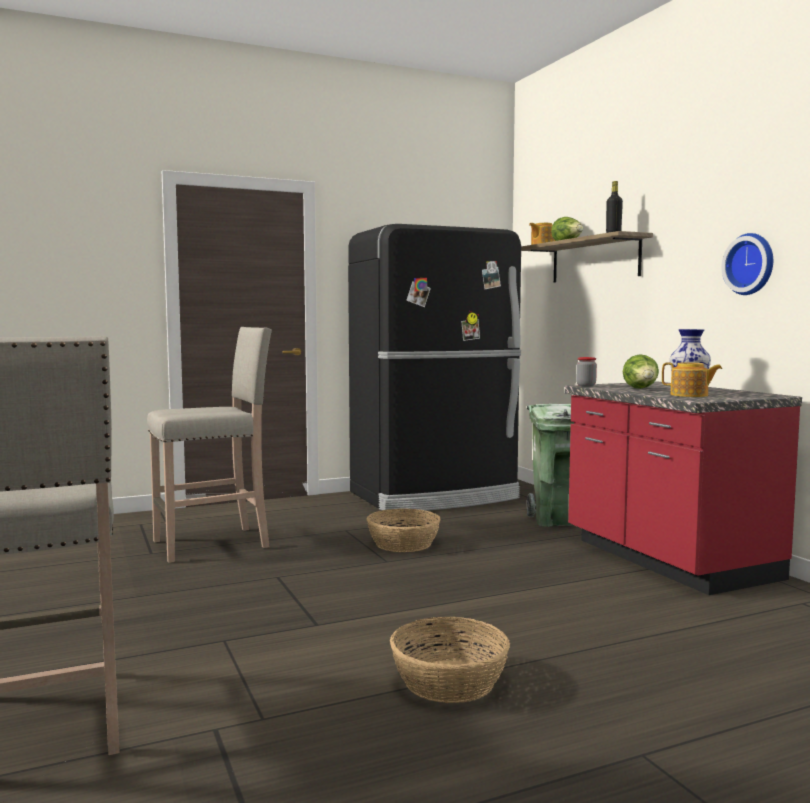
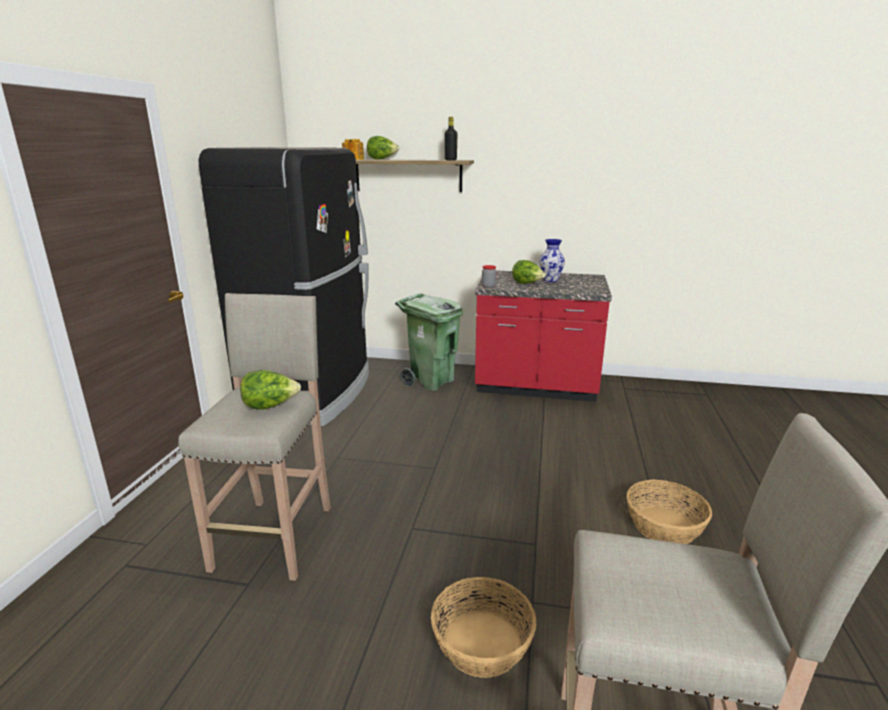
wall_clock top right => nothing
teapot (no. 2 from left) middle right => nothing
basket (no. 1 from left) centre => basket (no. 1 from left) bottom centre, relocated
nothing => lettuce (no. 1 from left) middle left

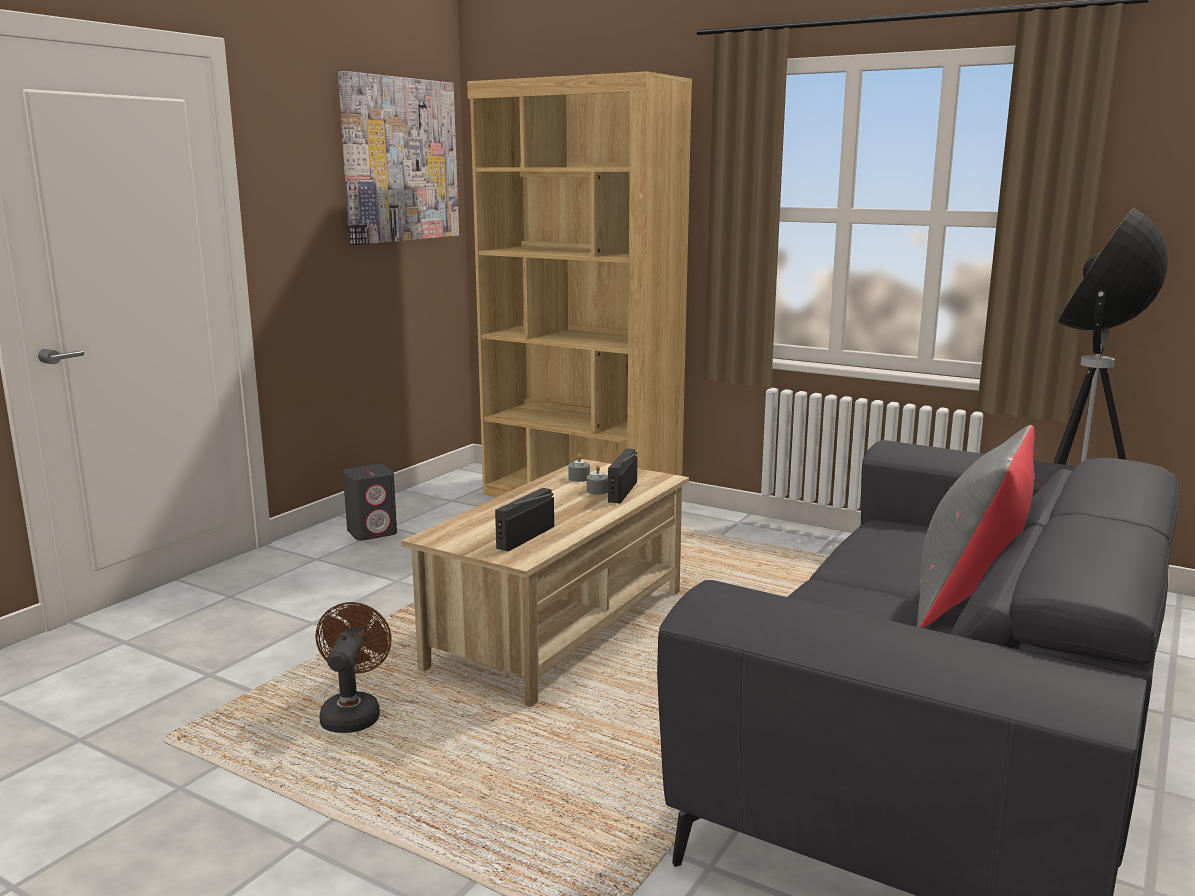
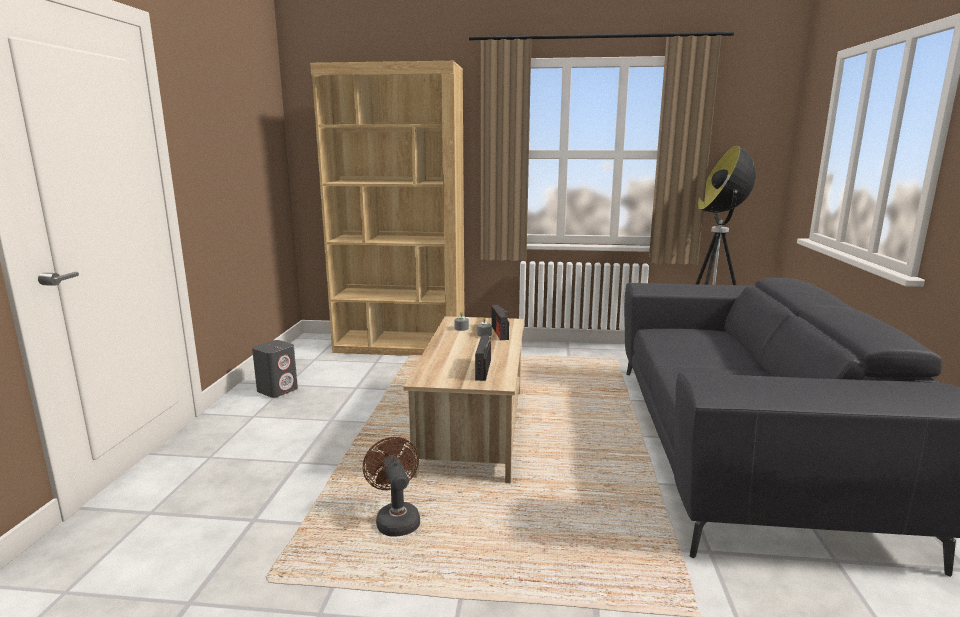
picture top left => nothing
grey_pillow middle right => nothing

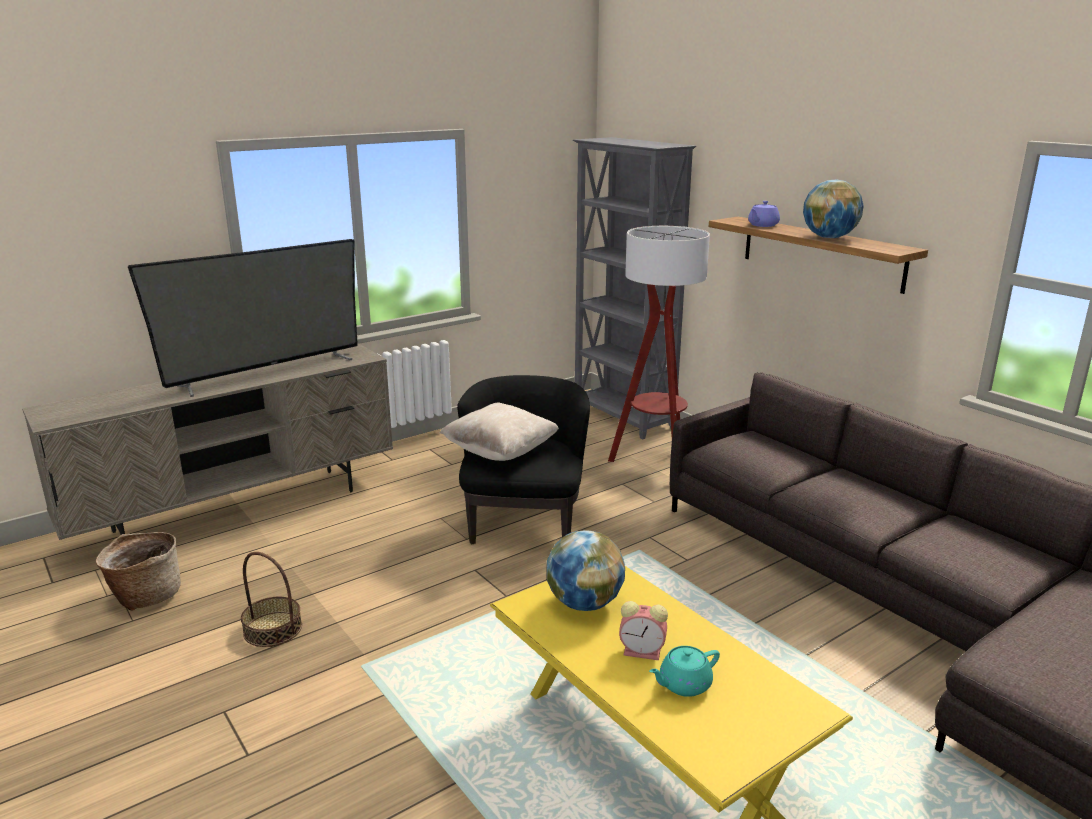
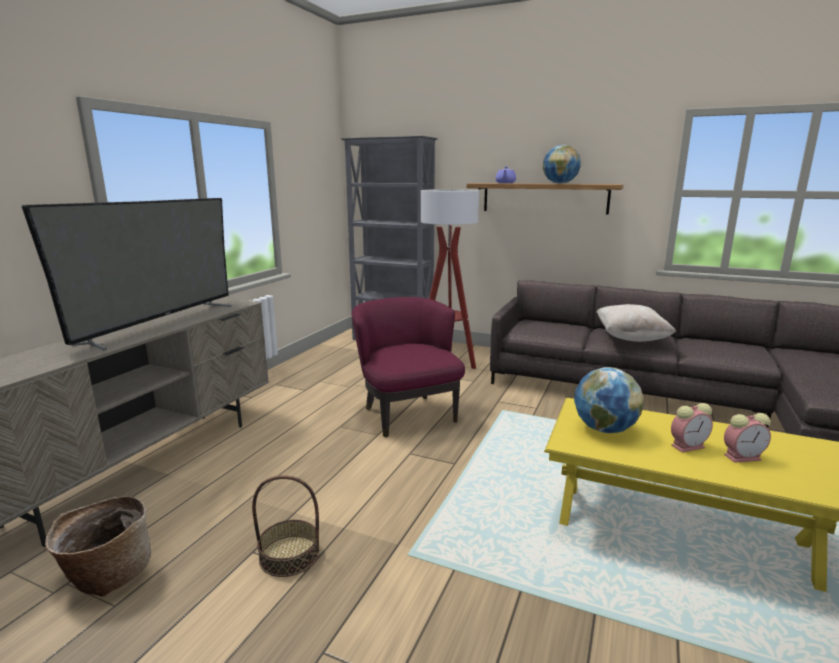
black_armchair centre => purple_armchair centre
beige_pillow centre => beige_pillow middle right, relocated
turquoise_teapot bottom centre => alarm_clock (no. 2 from left) middle right

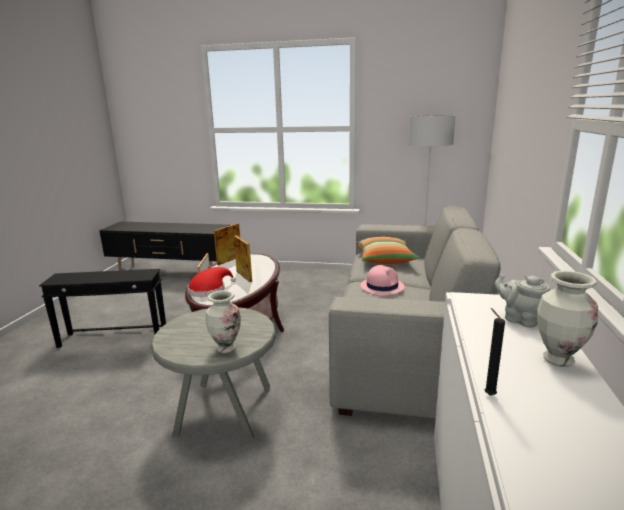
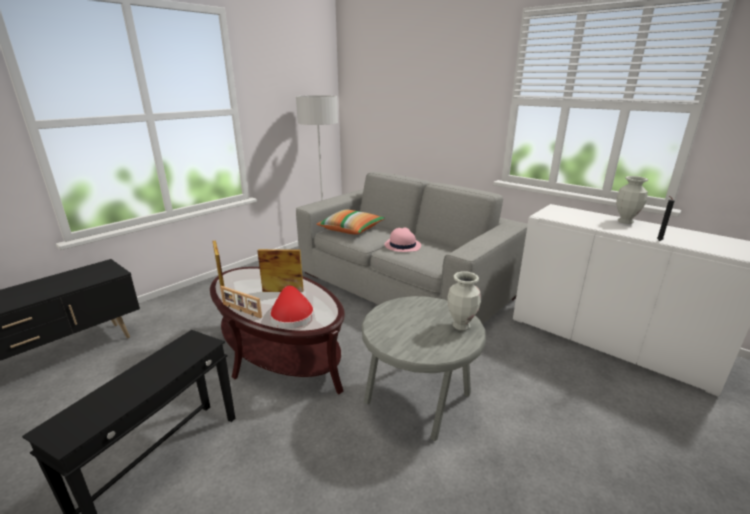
grey_teapot middle right => nothing

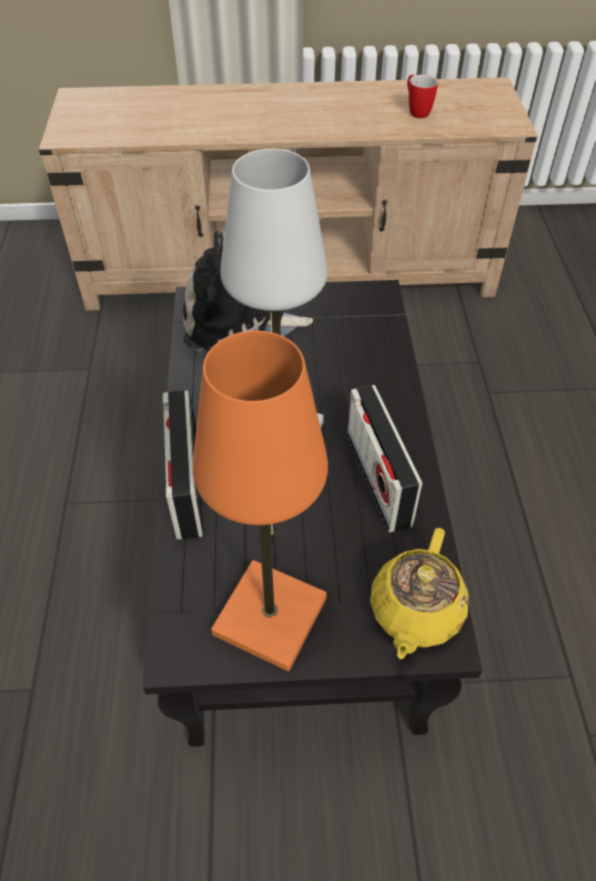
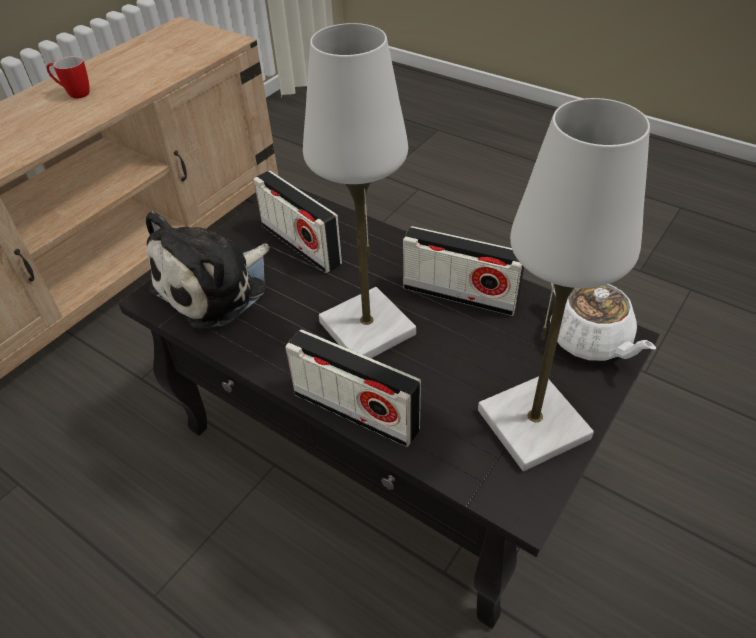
mug top right => mug top left, relocated
orange_table_lamp centre => white_table_lamp (no. 2 from left) middle right
yellow_teapot bottom right => white_teapot middle right
nothing => radio (no. 1 from left) centre

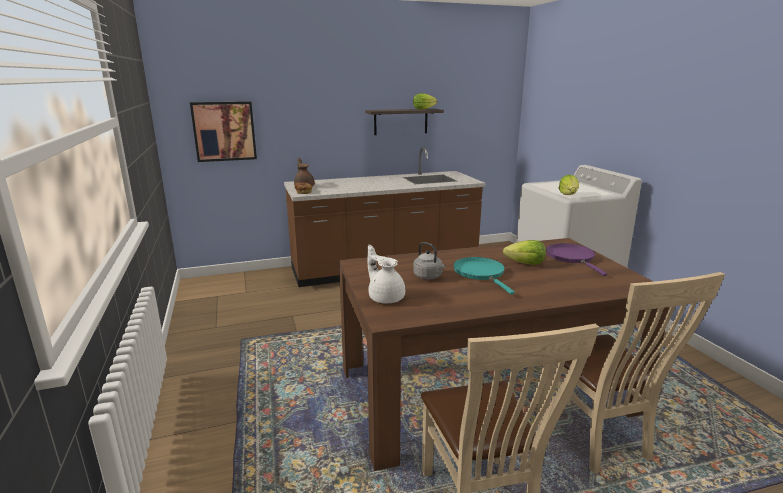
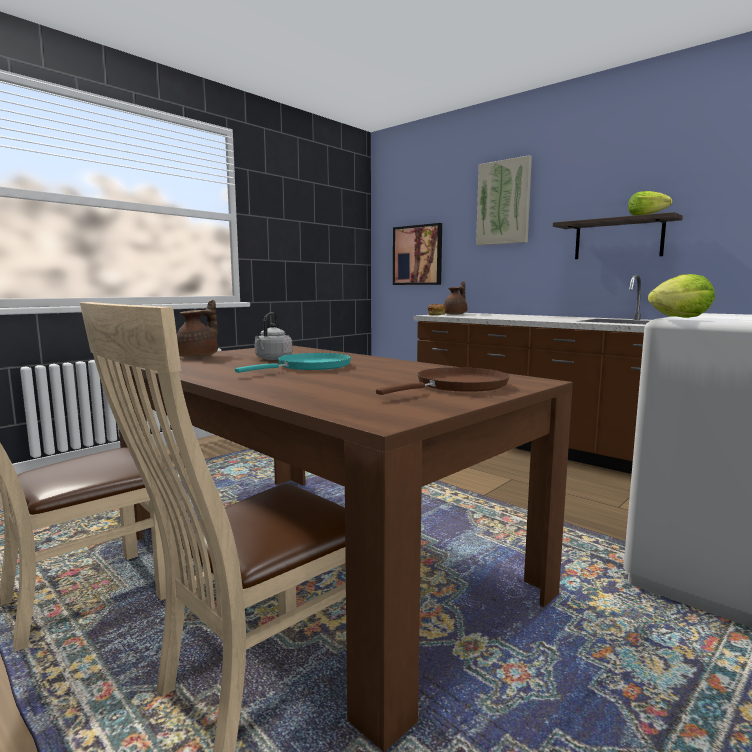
lettuce (no. 2 from left) middle right => nothing
purple_frying_pan middle right => brown_frying_pan centre
white_teapot centre => brown_teapot (no. 1 from left) middle left
nothing => picture (no. 2 from left) top right

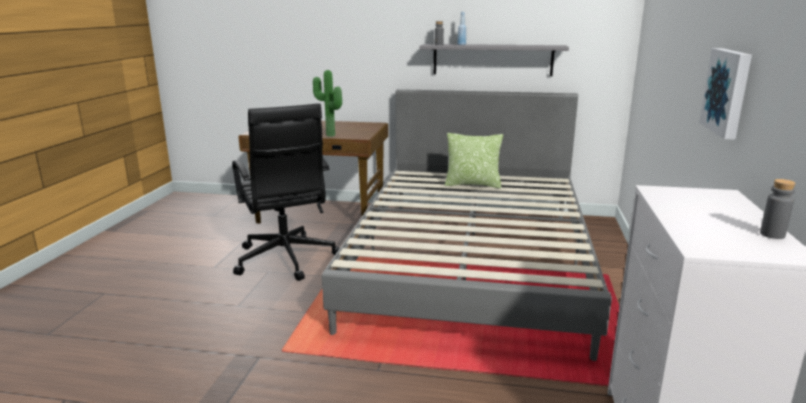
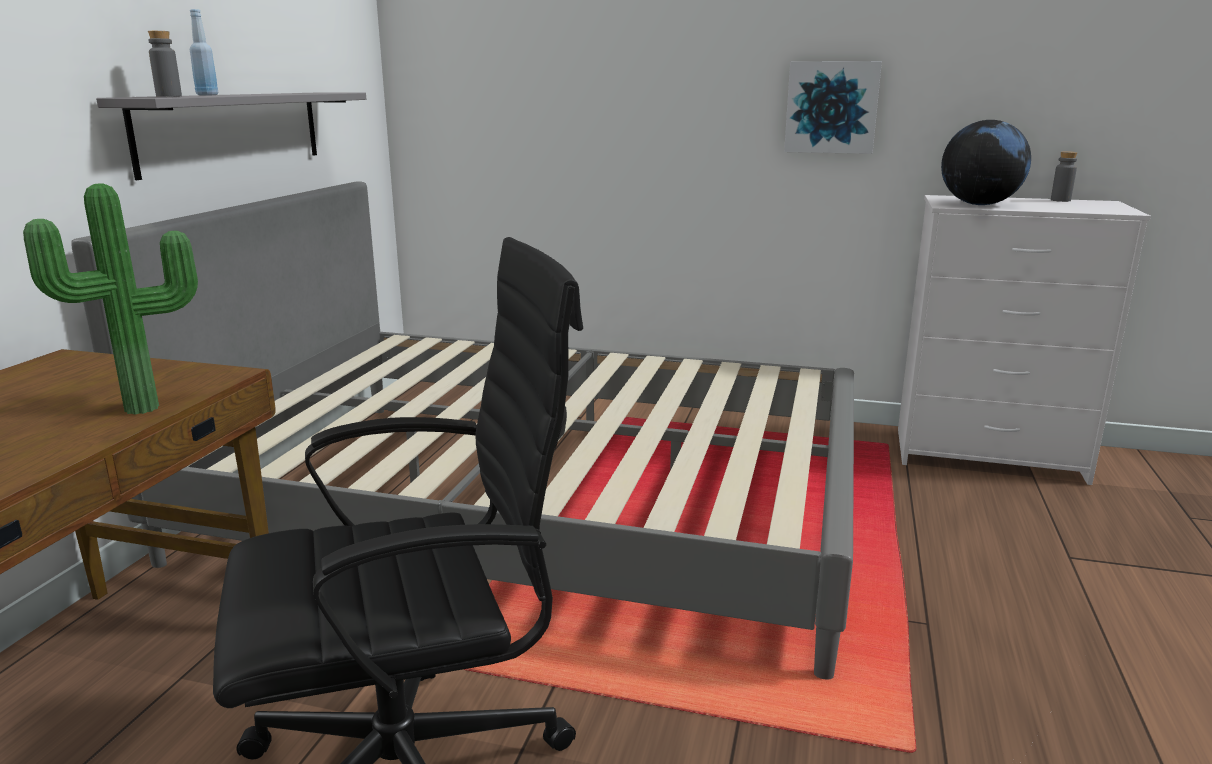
pillow centre => nothing
nothing => globe top right

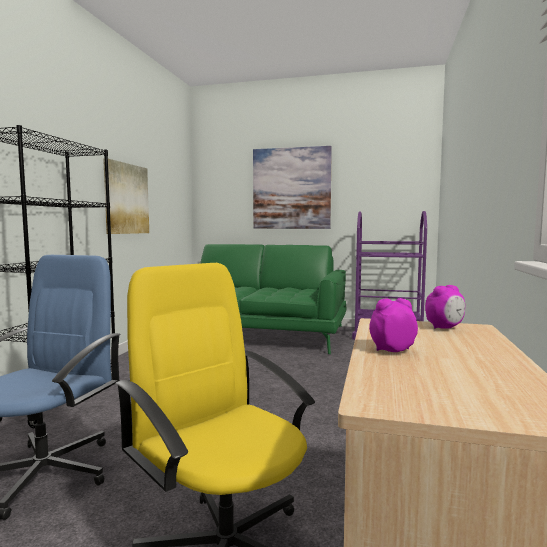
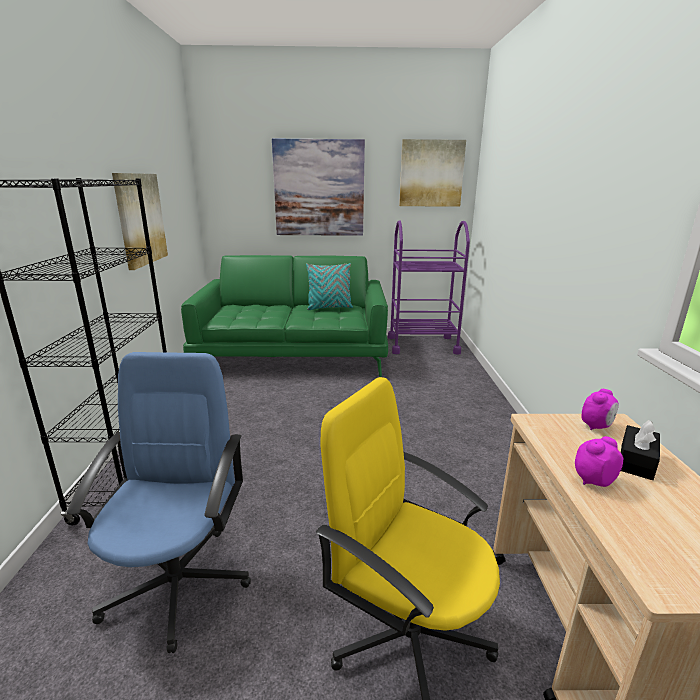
nothing => picture (no. 3 from left) top centre
nothing => turquoise_pillow centre
nothing => black_tissue_box middle right

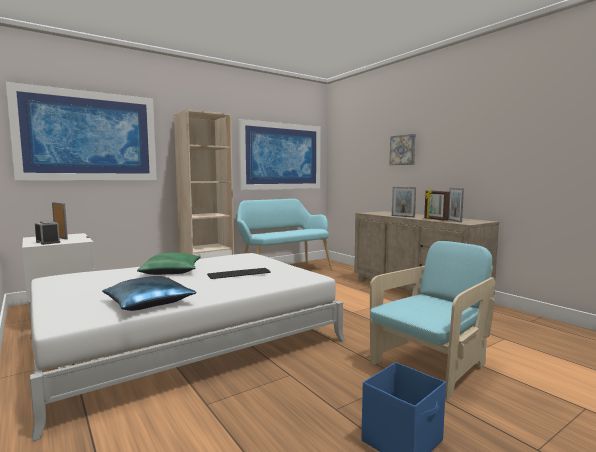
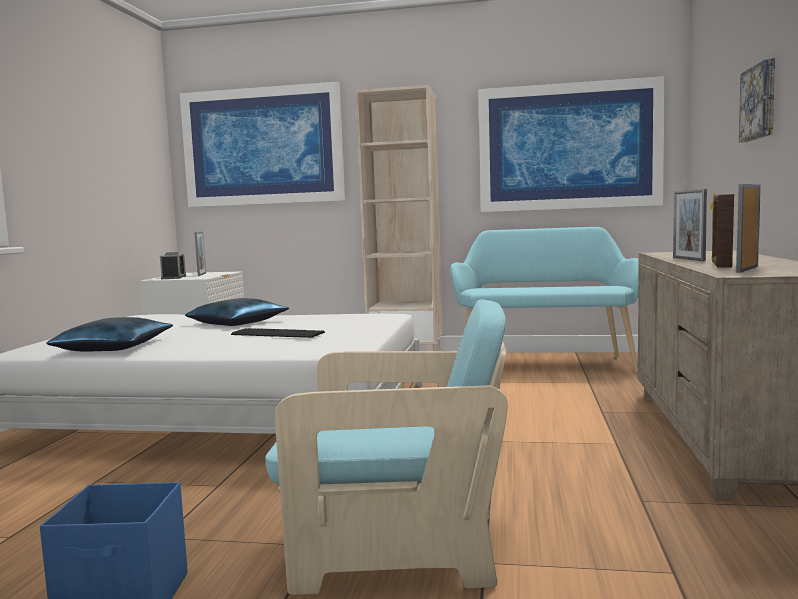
green_pillow middle left => blue_pillow (no. 2 from left) middle left

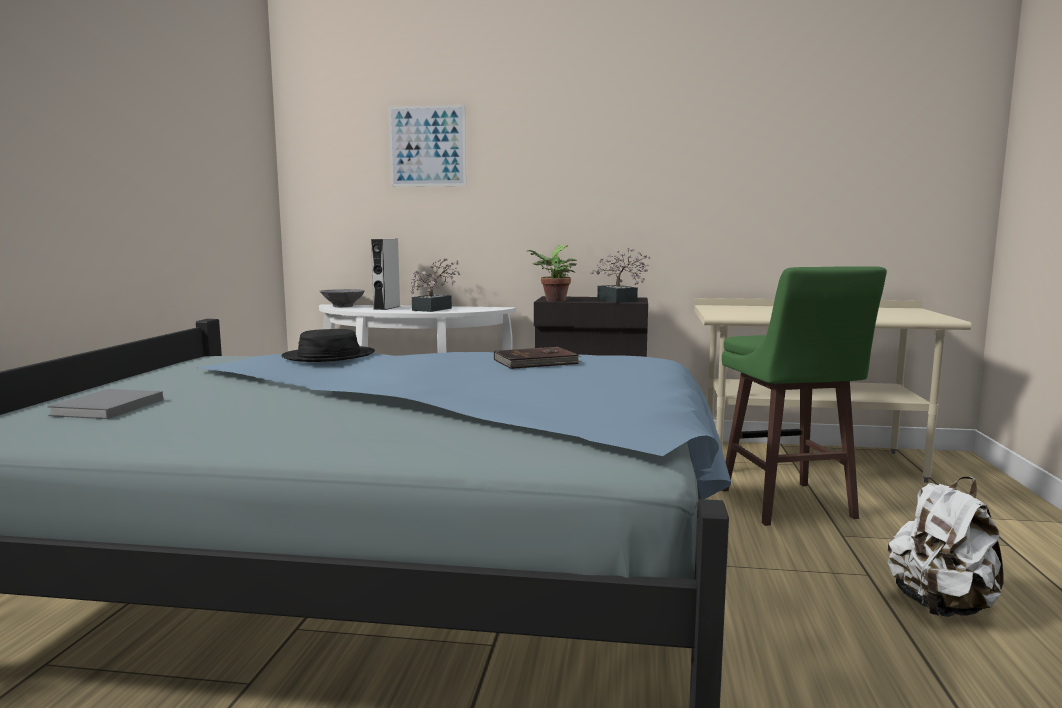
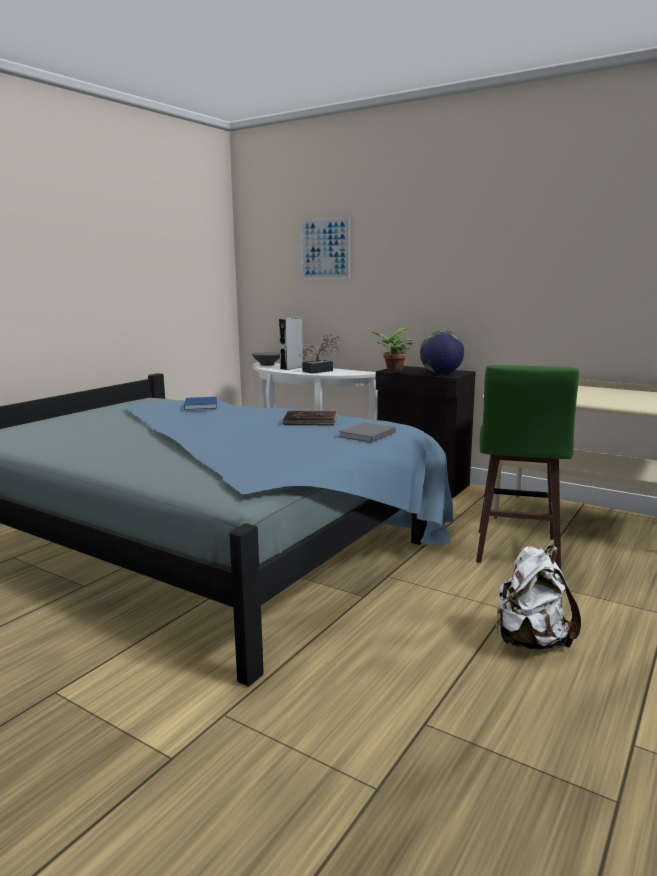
potted_plant (no. 3 from left) centre => globe middle right
black_hat middle left => blue_book middle left
grey_book middle left => grey_book centre, relocated

